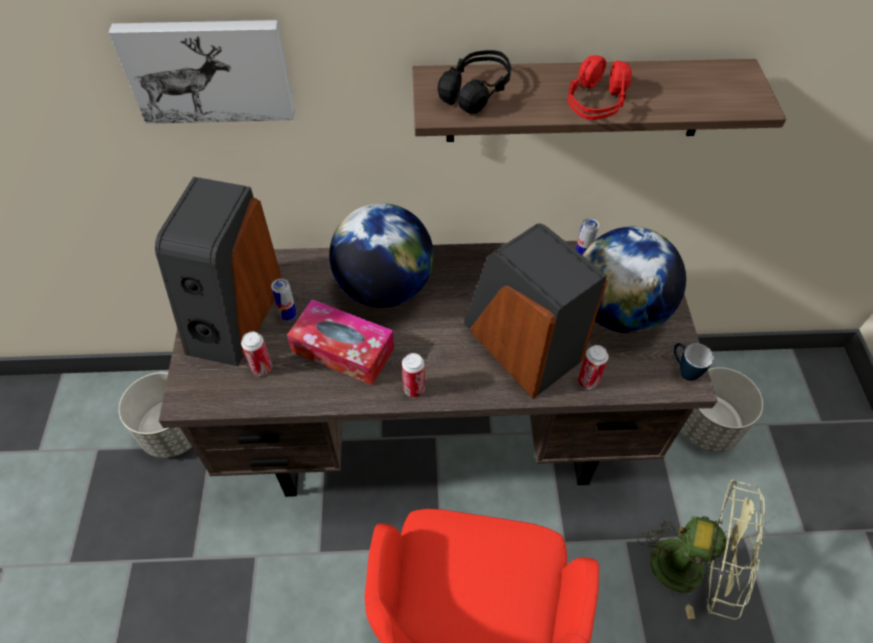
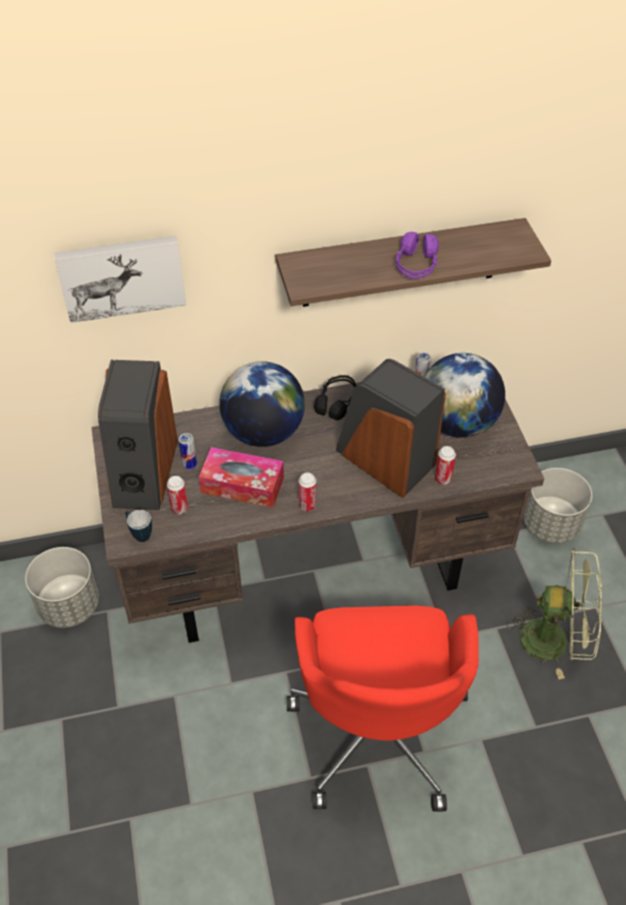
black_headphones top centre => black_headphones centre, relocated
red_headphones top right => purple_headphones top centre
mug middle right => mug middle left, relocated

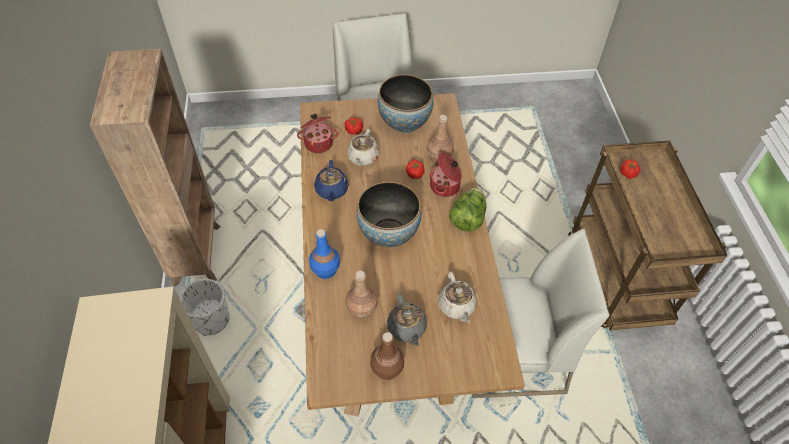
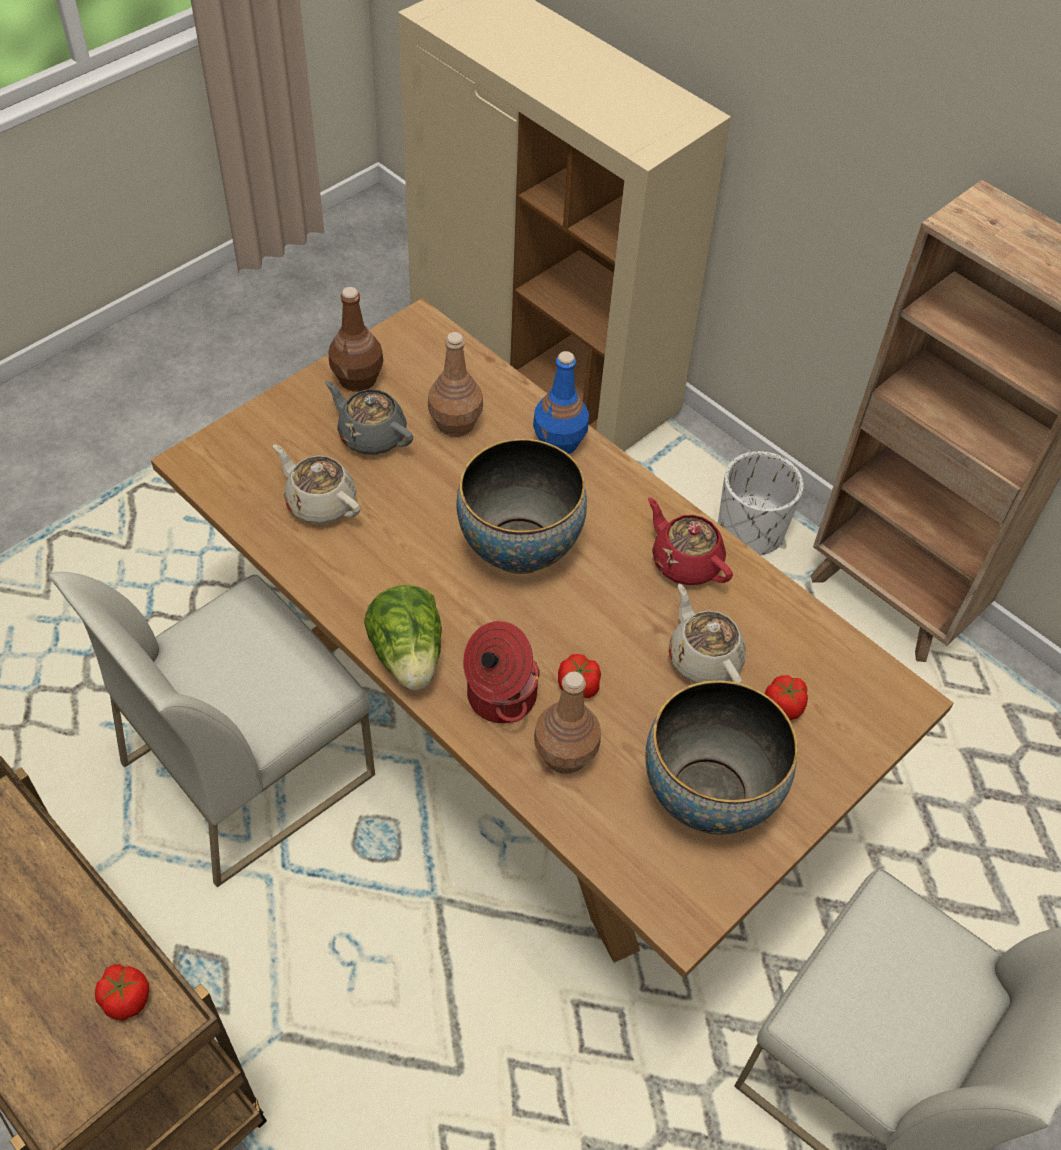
cooking_pot (no. 1 from left) top centre => nothing
blue_teapot centre => red_teapot centre

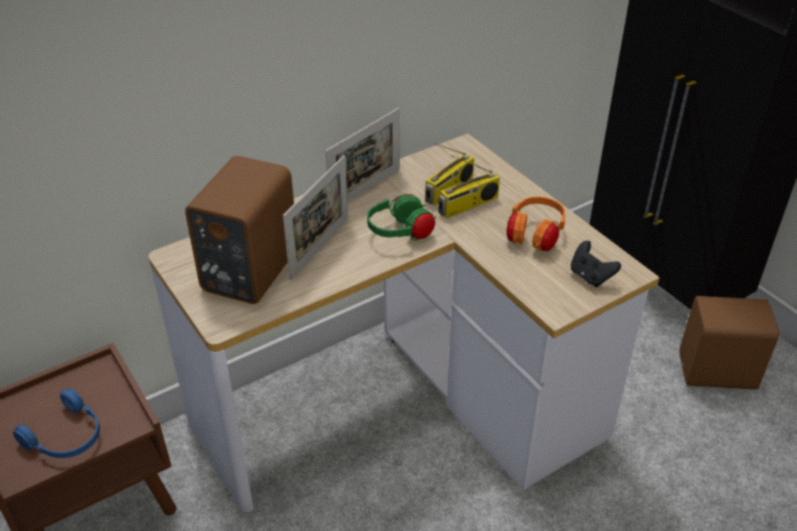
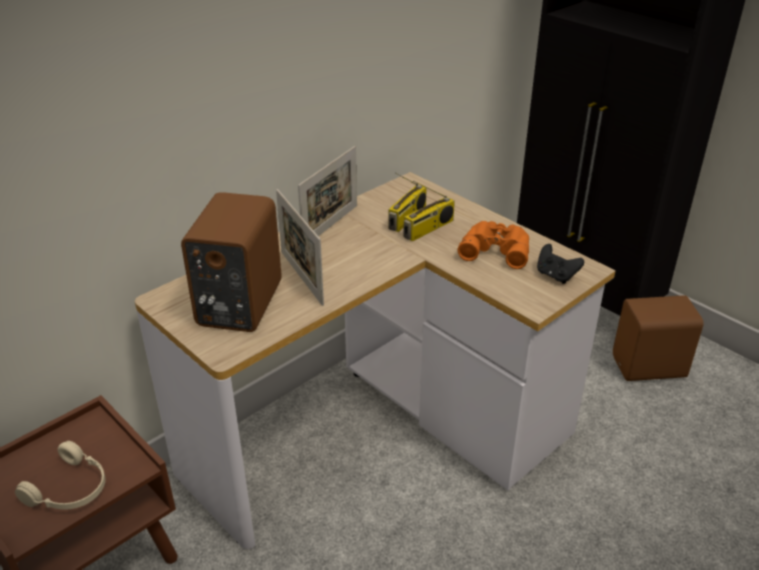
picture_frame (no. 1 from left) centre, 135 degrees clockwise
green_headphones centre => nothing
orange_headphones middle right => orange_binoculars centre
blue_headphones bottom left => beige_headphones bottom left

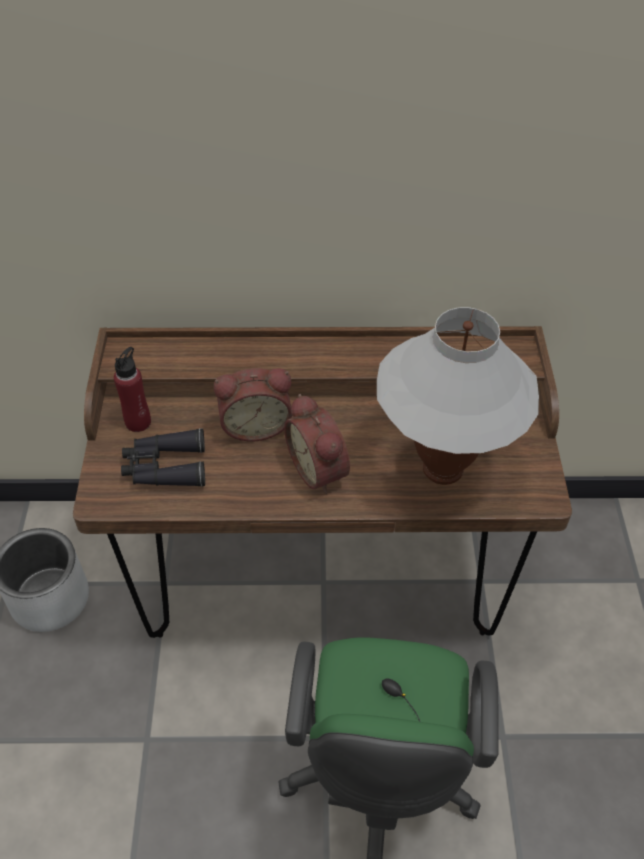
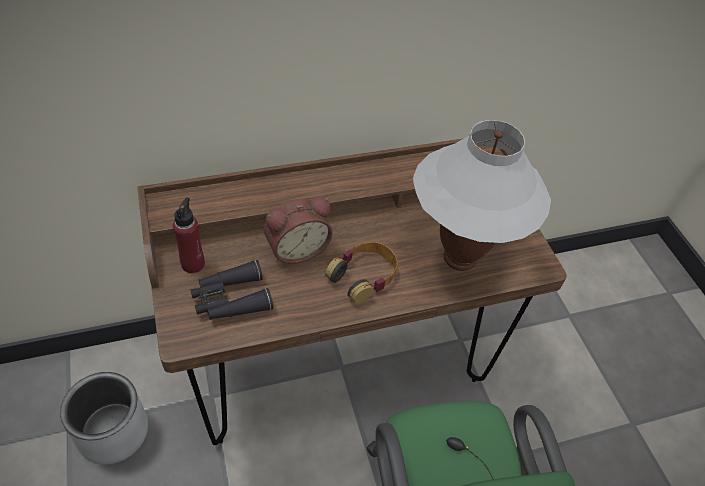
alarm_clock (no. 2 from left) centre => headphones centre

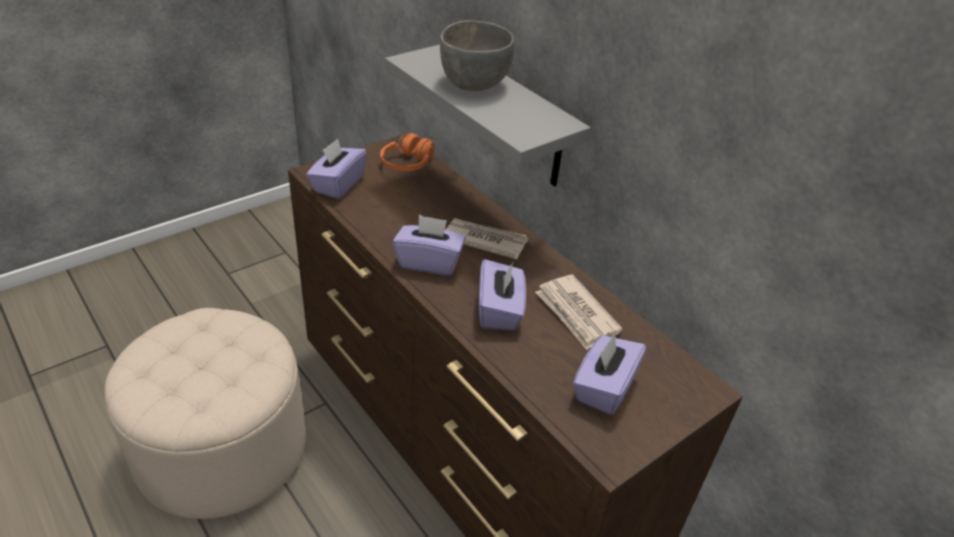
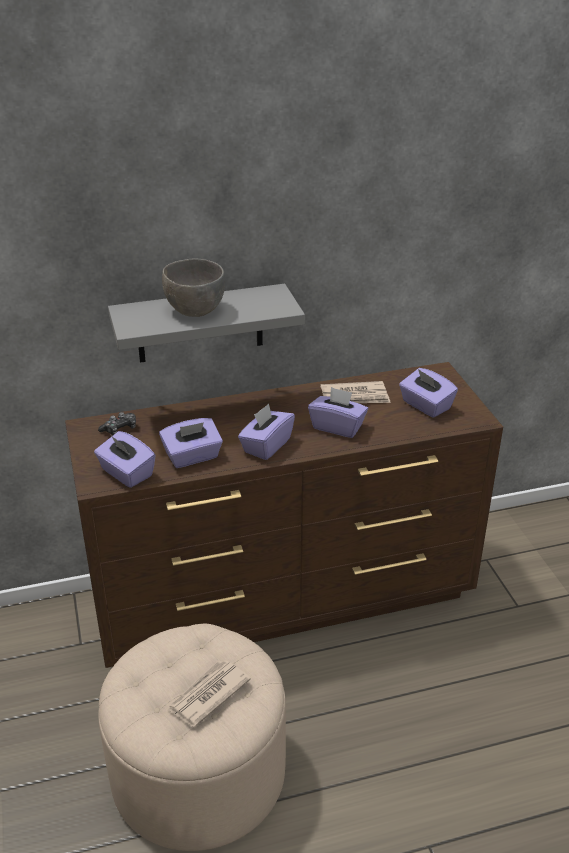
orange_headphones top centre => game_controller middle left
newspaper (no. 1 from left) centre => newspaper (no. 1 from left) bottom centre, relocated
nothing => purple_tissue_box (no. 2 from left) centre

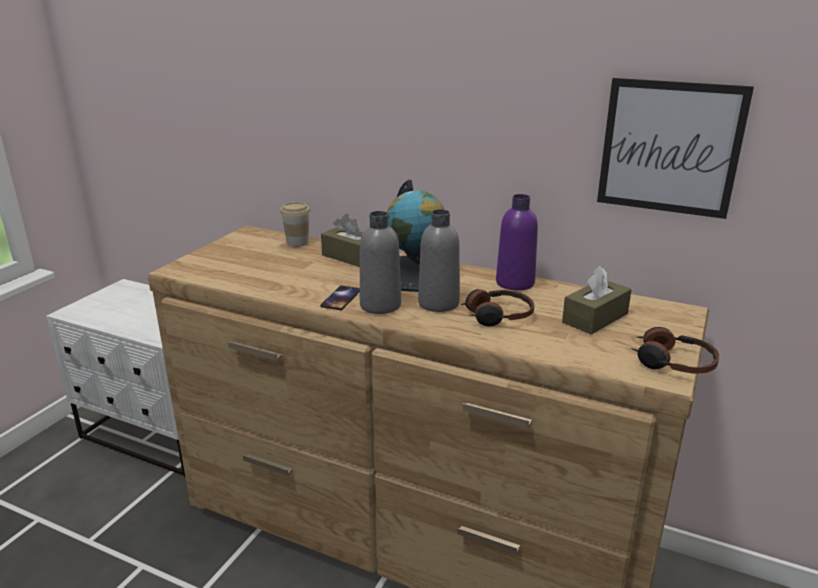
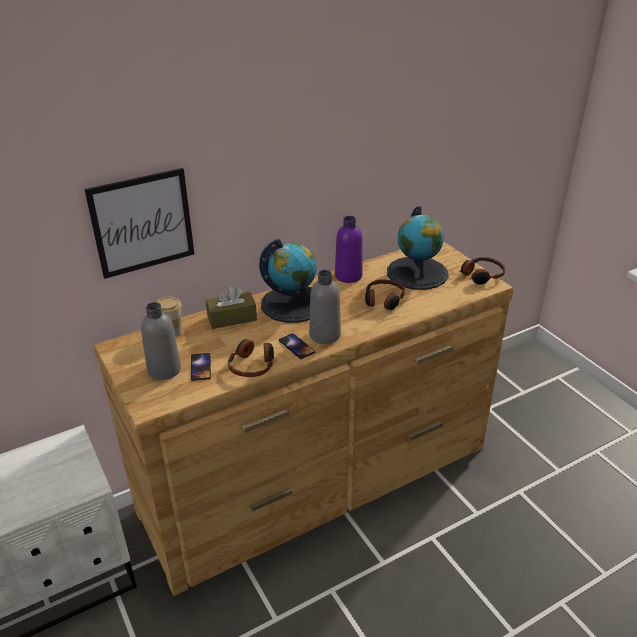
picture top right => picture middle left, relocated
grey_bottle (no. 2 from left in the first image) centre => grey_bottle (no. 1 from left) middle left, relocated
brown_tissue_box (no. 2 from left) middle right => globe (no. 2 from left) centre
nothing => headphones (no. 1 from left) centre
nothing => phone (no. 1 from left) middle left

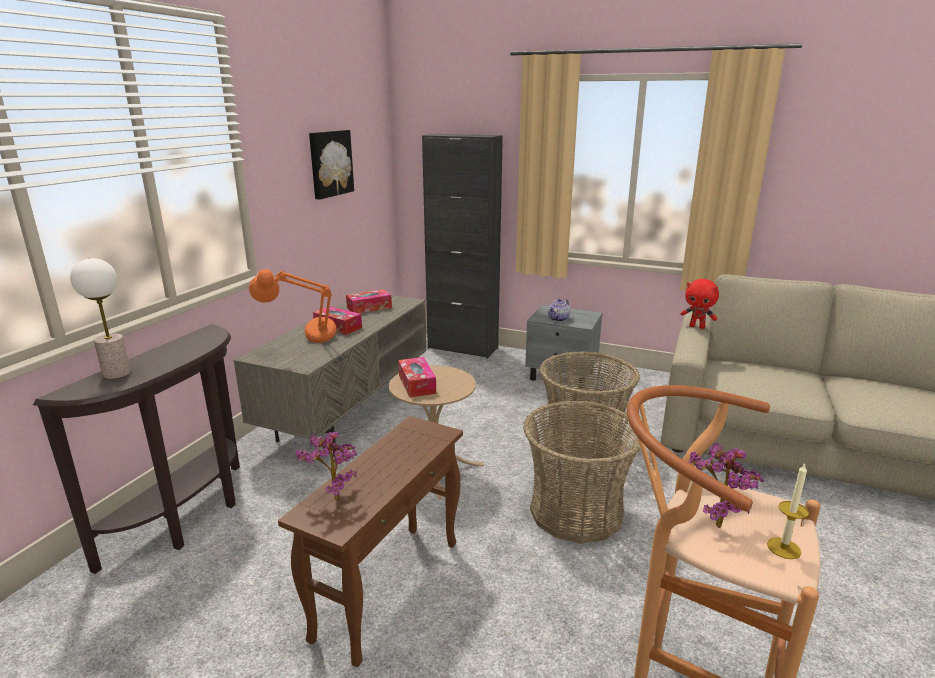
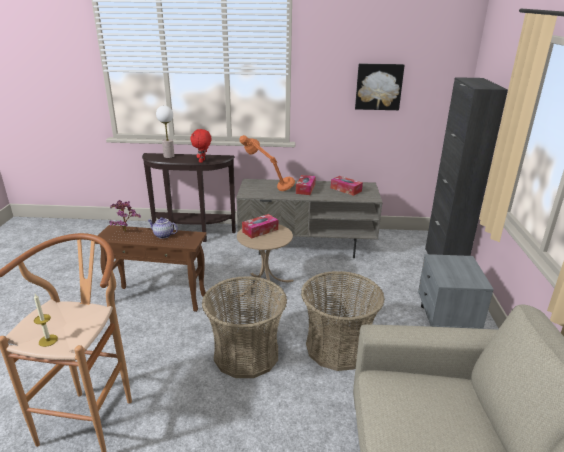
red_plush_toy middle right => red_plush_toy top centre, relocated
teapot centre => teapot middle left, relocated
potted_plant (no. 2 from left) bottom right => nothing

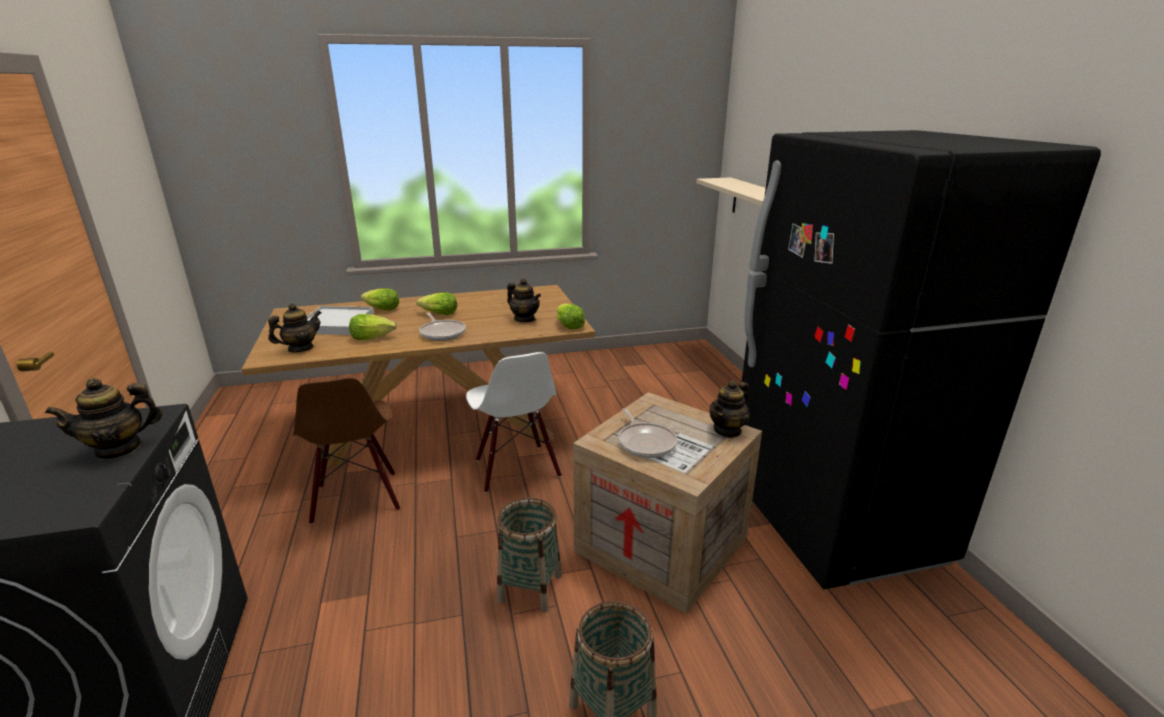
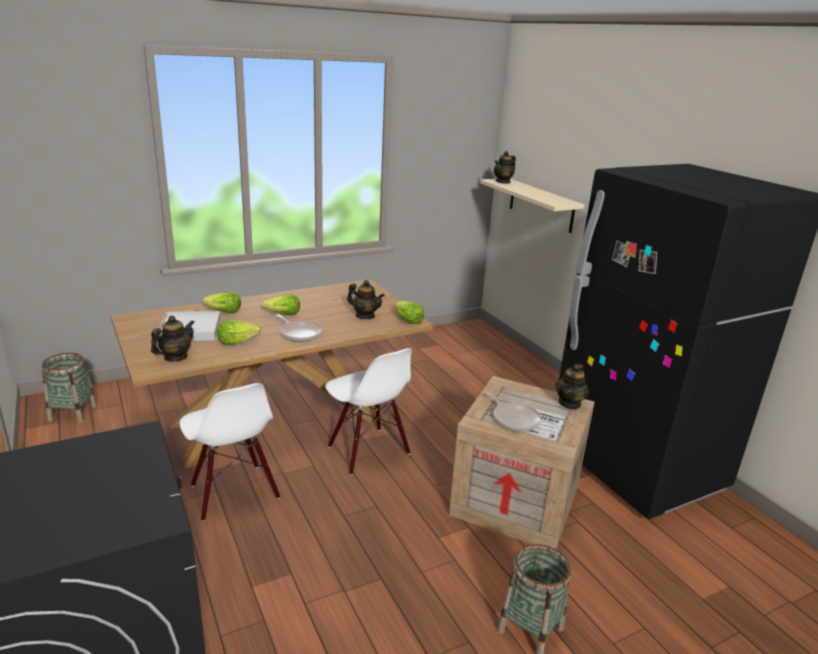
brown_chair middle left => white_chair (no. 1 from left) bottom left
teapot (no. 1 from left in the first image) middle left => teapot (no. 3 from left) top centre, relocated
basket (no. 1 from left) bottom centre => basket (no. 1 from left) middle left, relocated

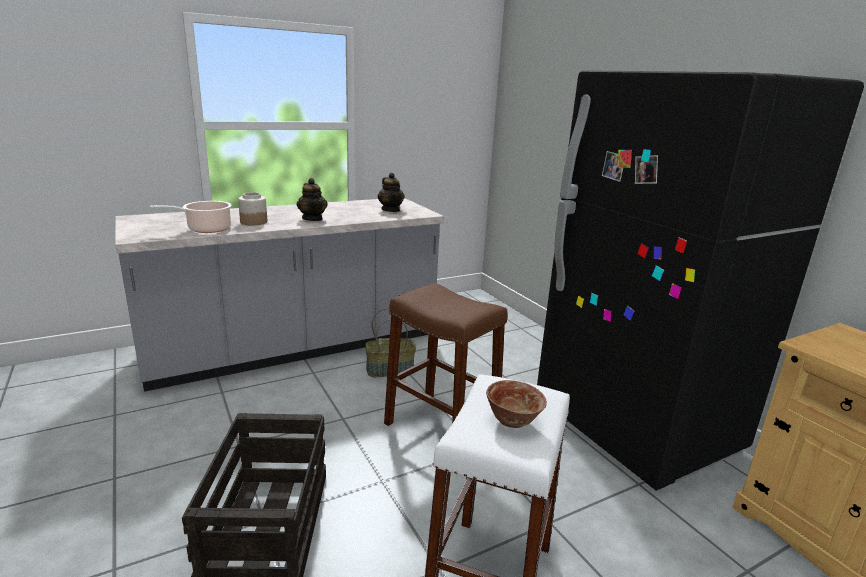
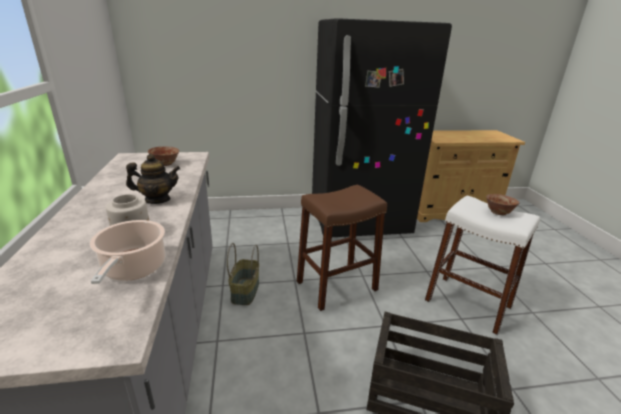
teapot (no. 2 from left) top centre => bowl (no. 1 from left) middle left

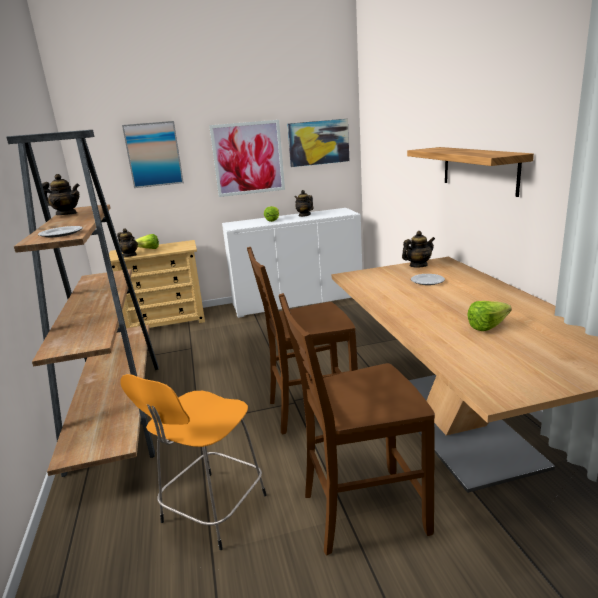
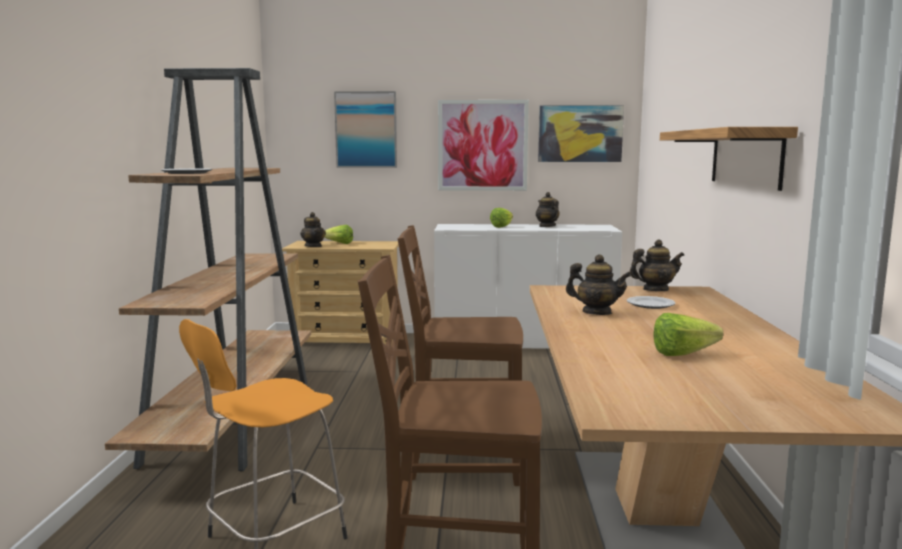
teapot (no. 1 from left in the first image) top left => teapot (no. 3 from left) centre, relocated

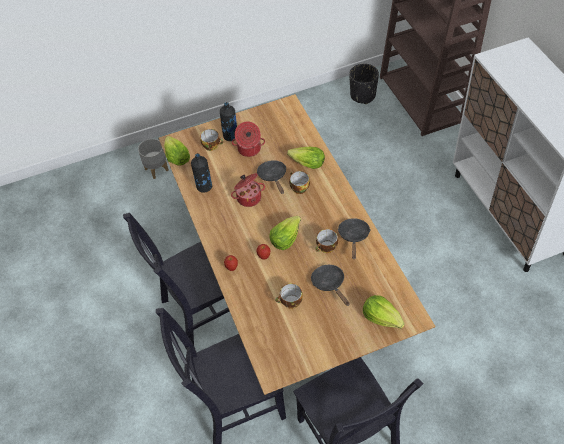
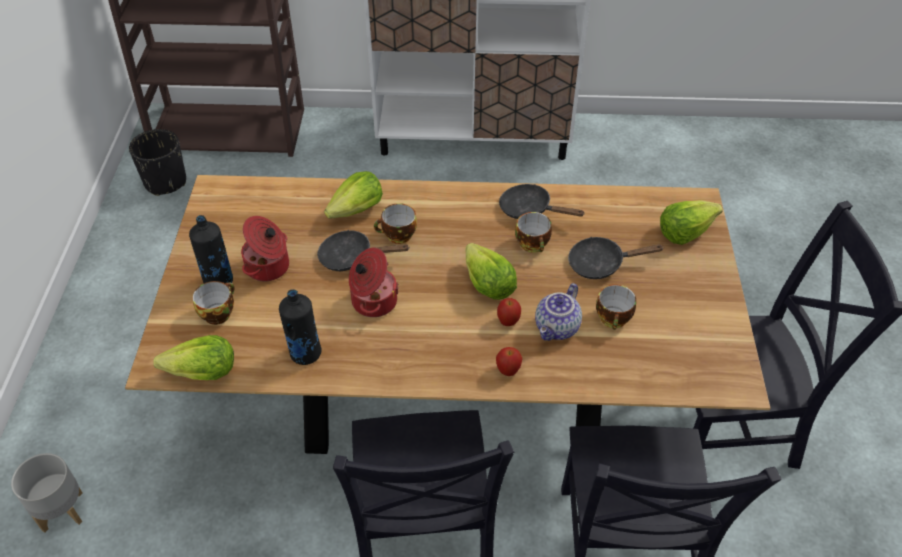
nothing => teapot centre

